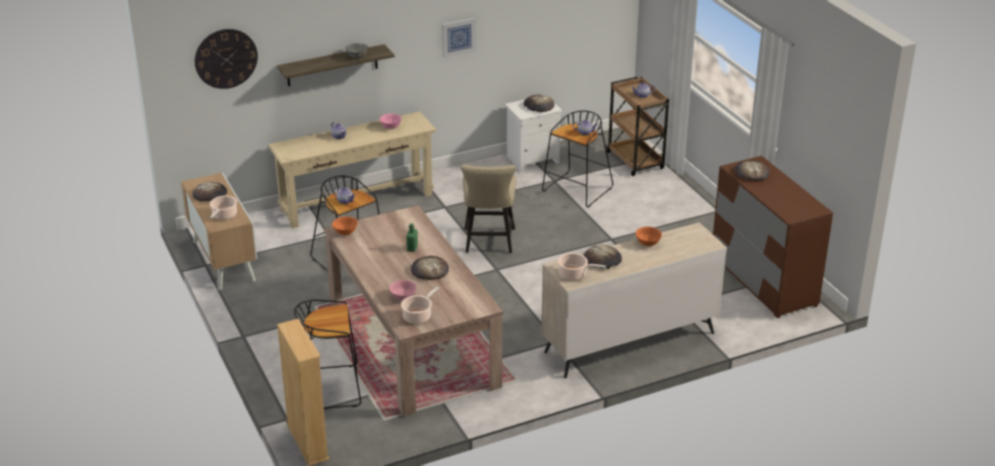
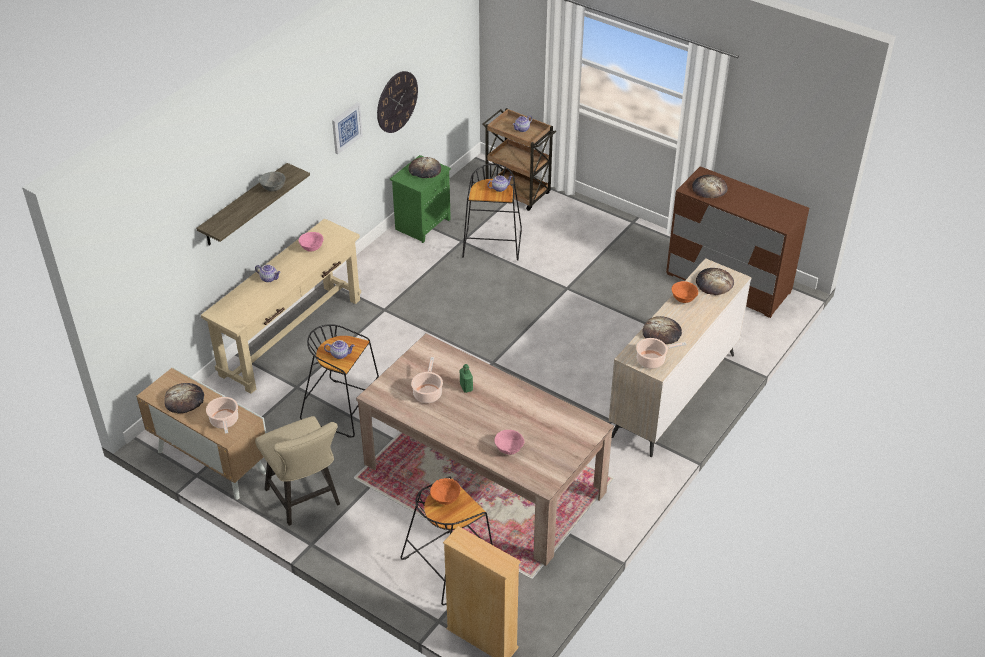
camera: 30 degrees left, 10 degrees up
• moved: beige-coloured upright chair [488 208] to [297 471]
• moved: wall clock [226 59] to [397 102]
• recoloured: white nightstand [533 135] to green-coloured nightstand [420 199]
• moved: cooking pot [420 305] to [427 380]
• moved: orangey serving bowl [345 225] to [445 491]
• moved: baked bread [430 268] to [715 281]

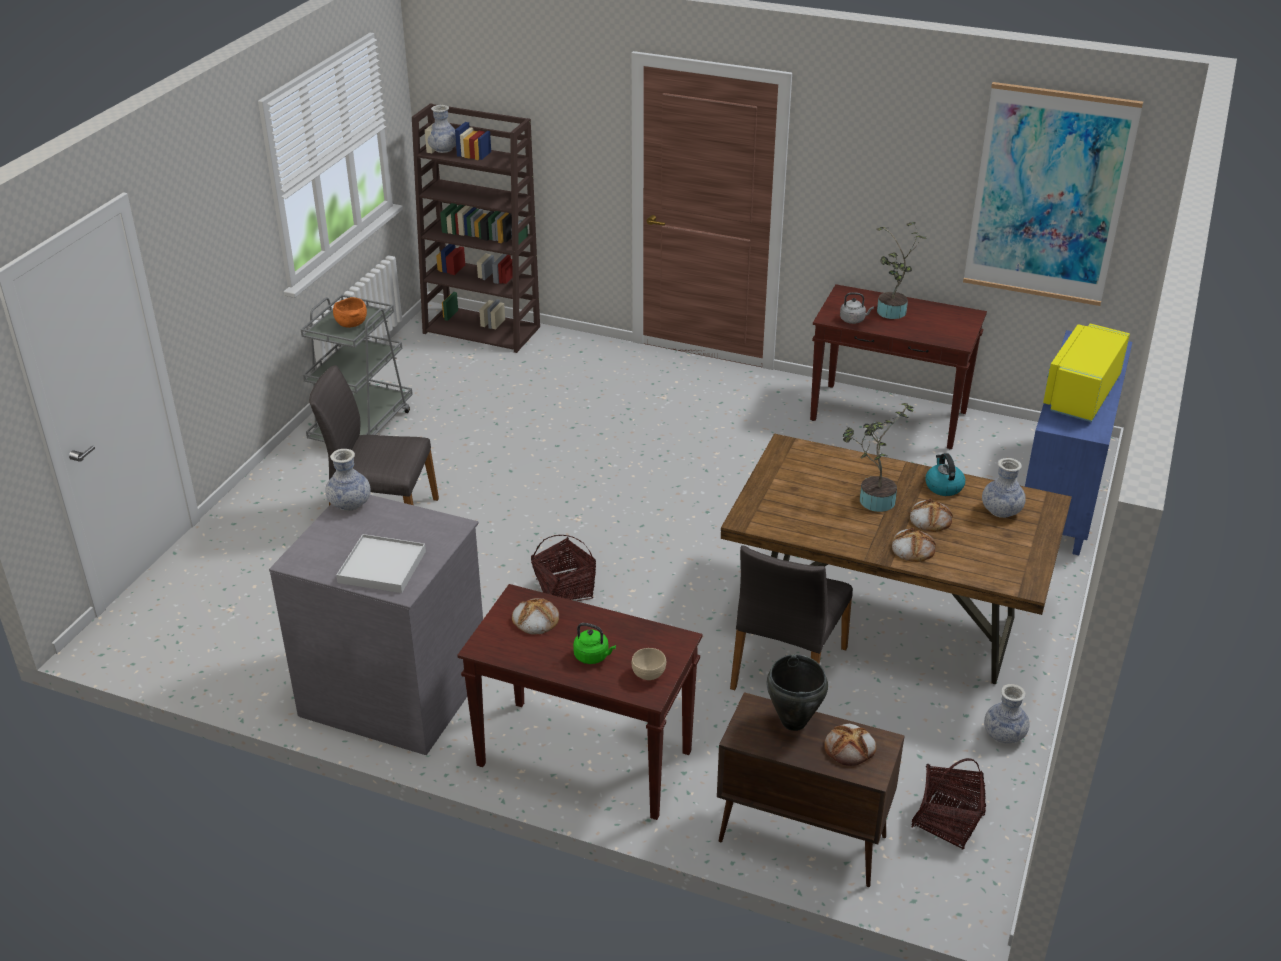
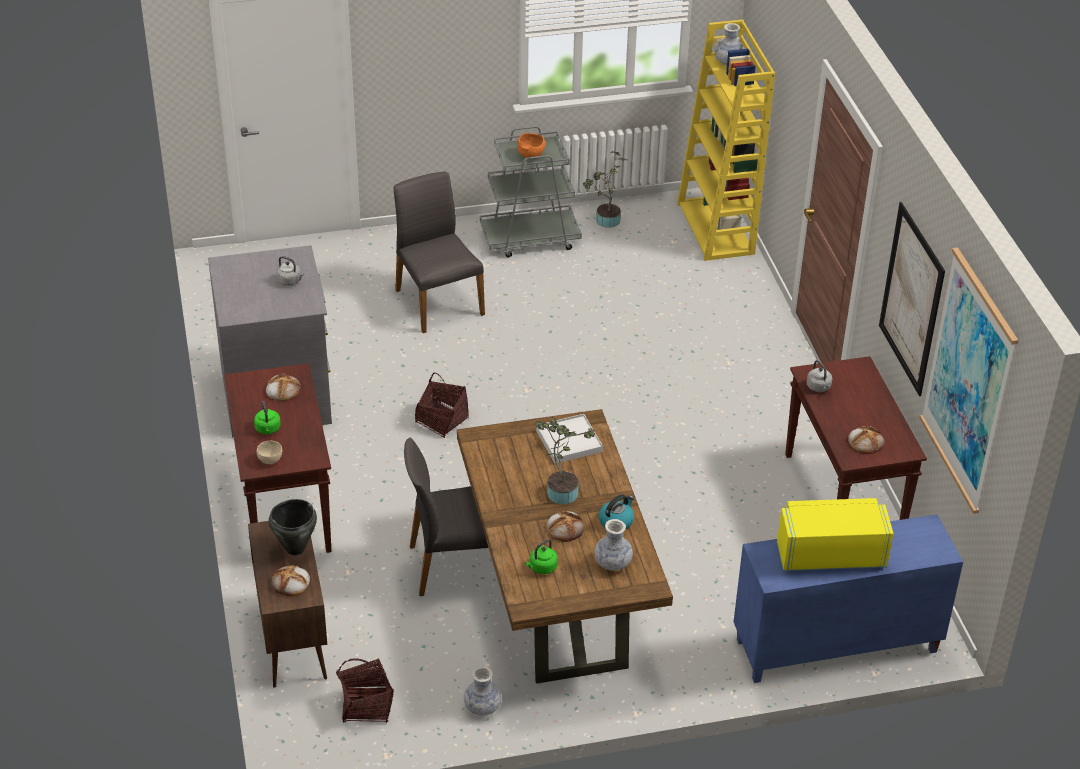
camera: 55 degrees right, 5 degrees up
• added: gray tea kettle [290 271]
• added: green-coloured tea kettle [541 556]
• moved: white serving tray [381 563] to [569 439]
• moved: houseplant [901 270] to [605 189]
• recoloured: brownish bookshelf [476 228] to yellow bookshelf [726 140]
• moved: baked bread [914 544] to [866 440]
• added: wall picture [912 299]
• removed: decorative vase [348 480]

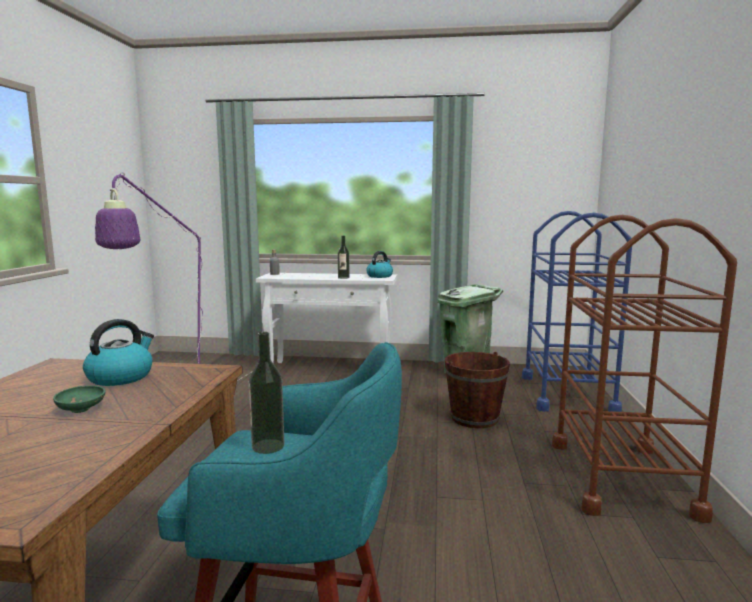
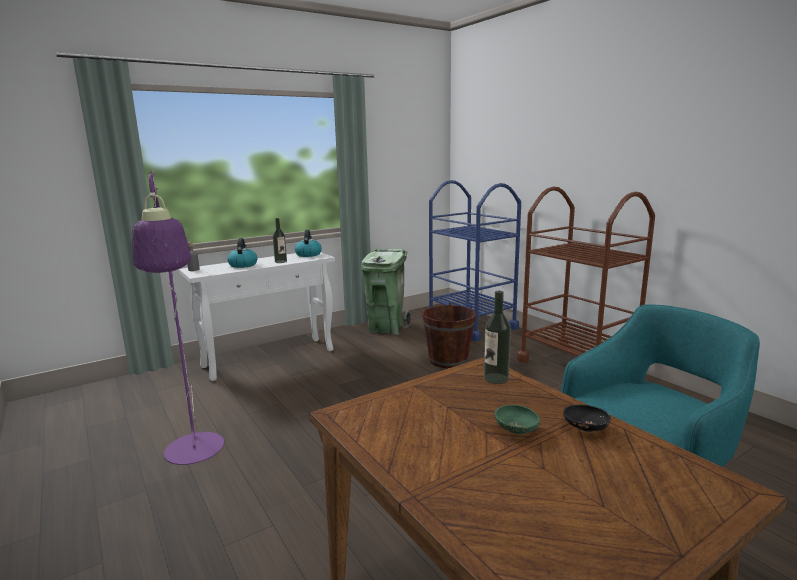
camera: 40 degrees left, 5 degrees up
• moved: tea kettle [118 352] to [242 253]
• moved: beverage bottle [266 393] to [497 337]
• added: black-coloured serving bowl [587 418]

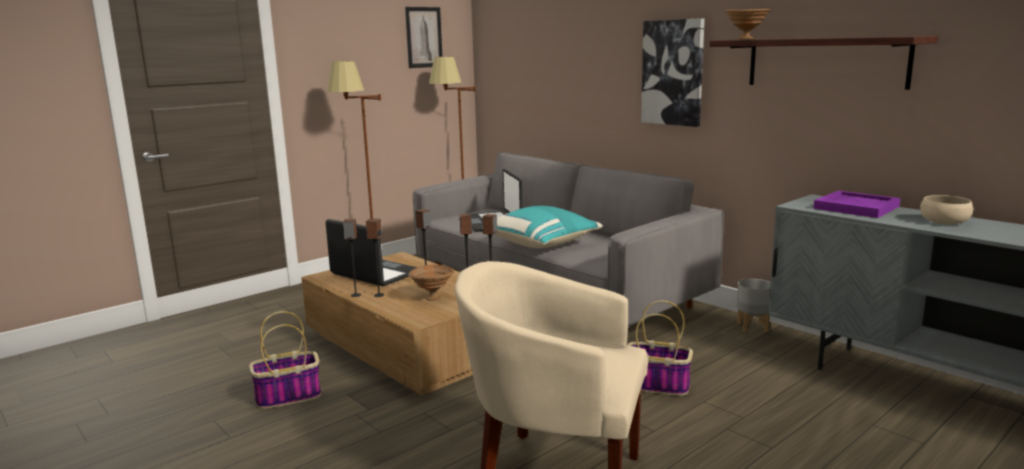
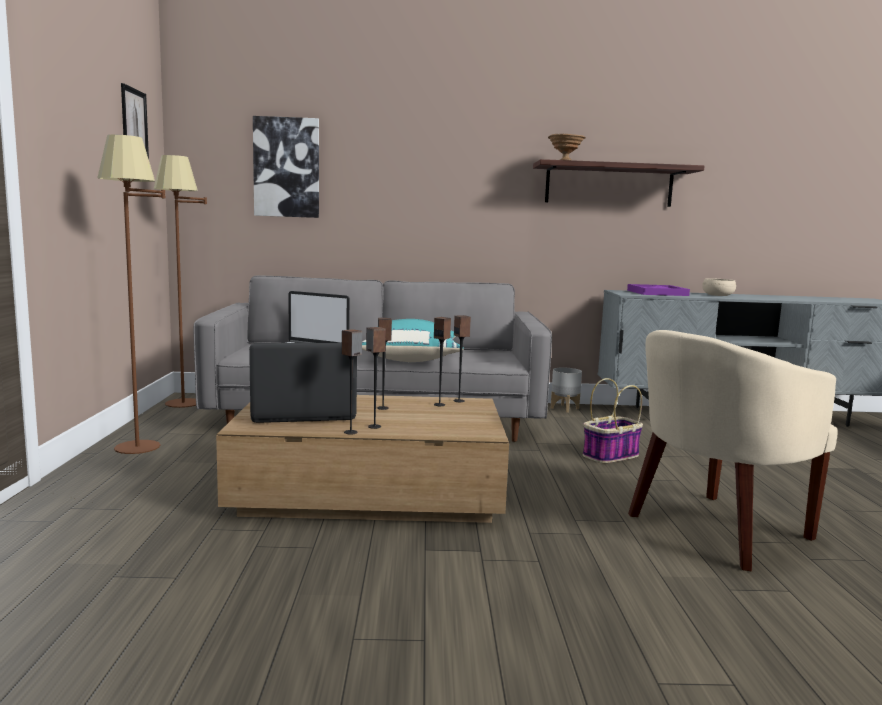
camera: 50 degrees left, 5 degrees down
• moved: wall picture [673 72] to [286 167]
• removed: basket [285 360]
• removed: brownish serving bowl [431 283]

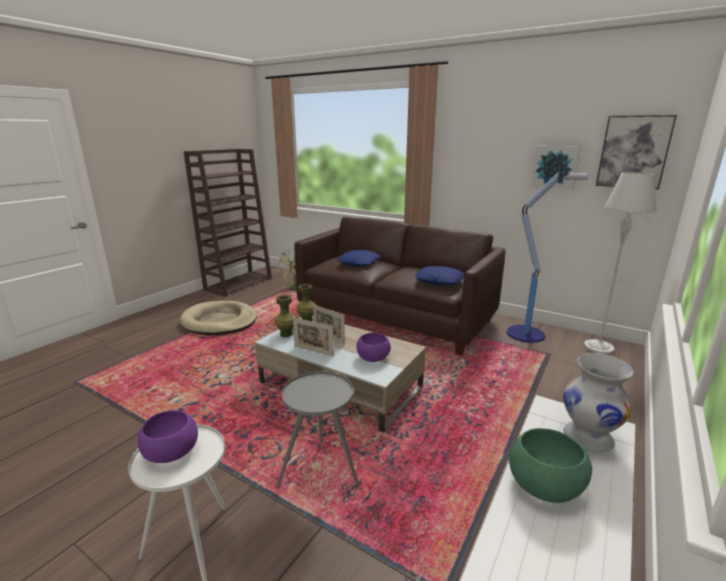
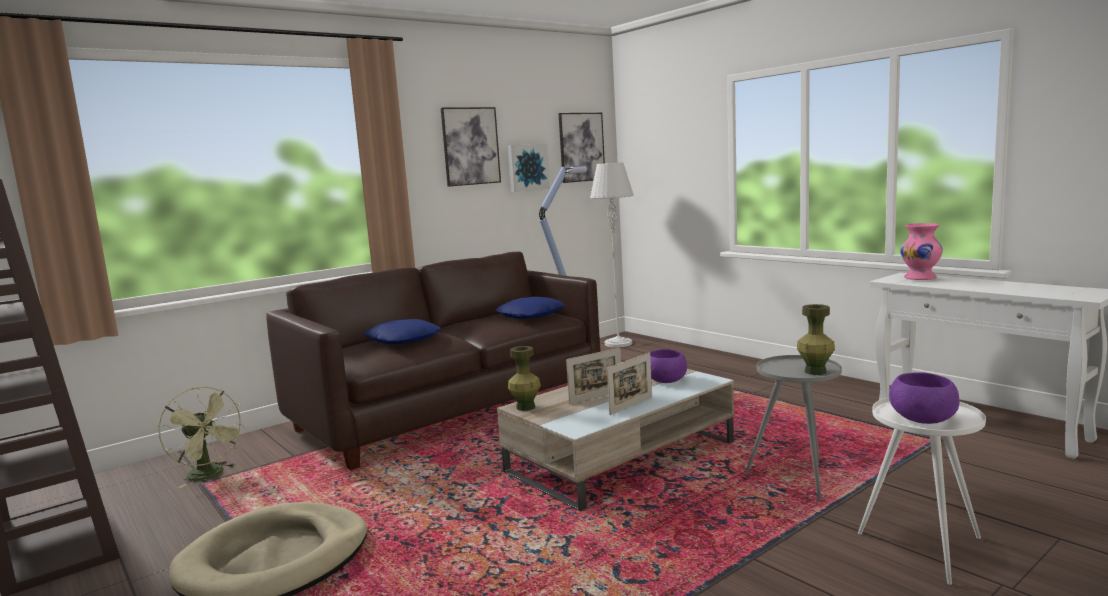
camera: 70 degrees left, 10 degrees down
• added: wall picture [471 147]
• moved: green-coloured decorative vase [285 316] to [816 339]
• recoloured: white decorative vase [598 403] to pink decorative vase [921 251]
• removed: green-coloured serving bowl [550 465]

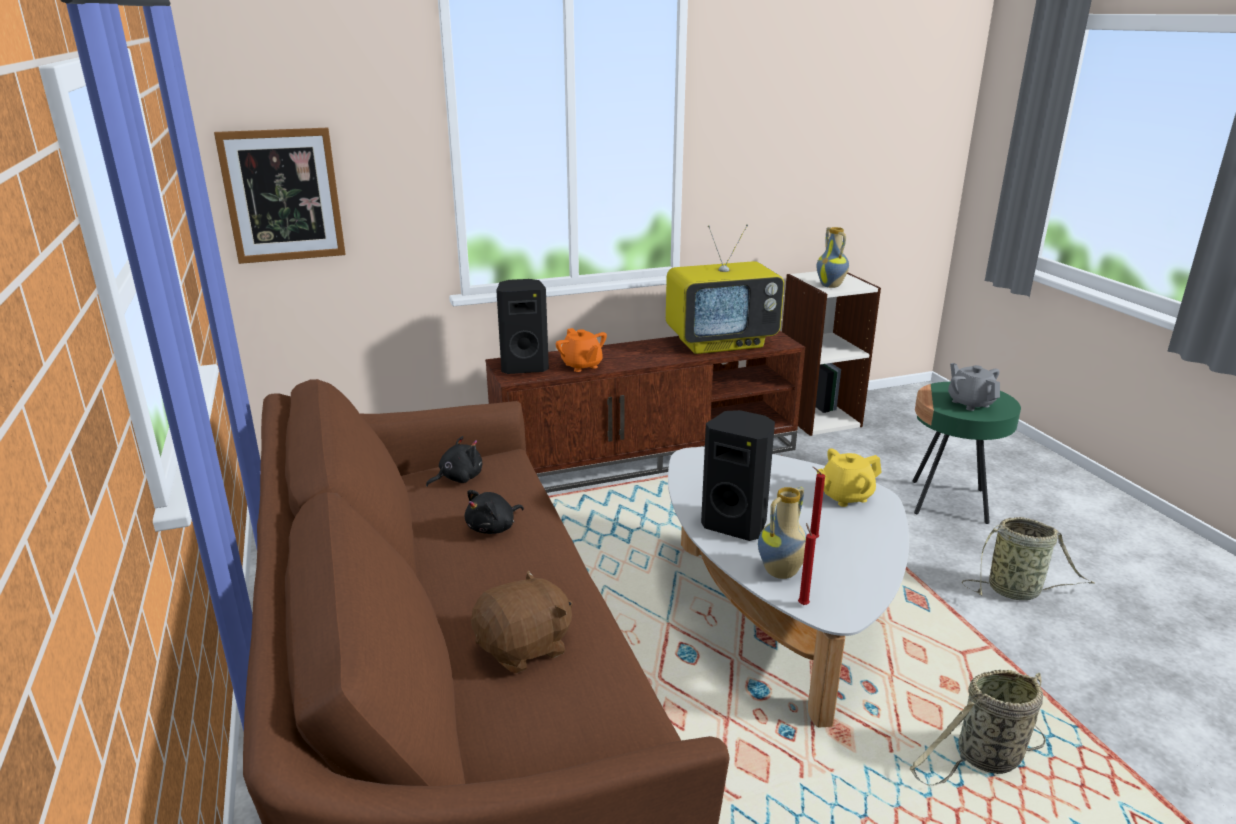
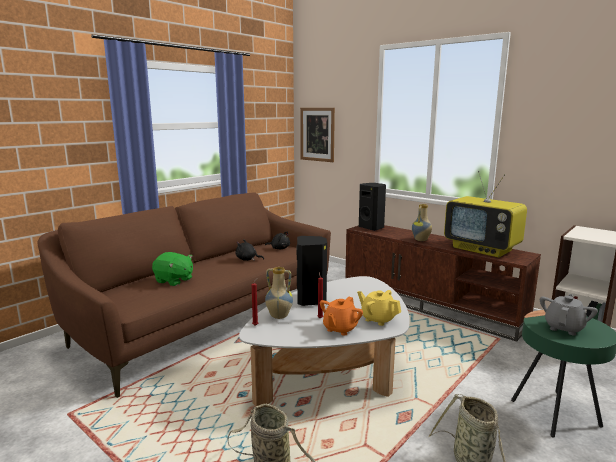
camera: 60 degrees right, 10 degrees down
• recoloured: brownish cuddly toy [522 622] to green-coloured cuddly toy [172 269]
• moved: orangey tea pot [581 350] to [341 316]
• moved: decorative vase [832 257] to [422 222]

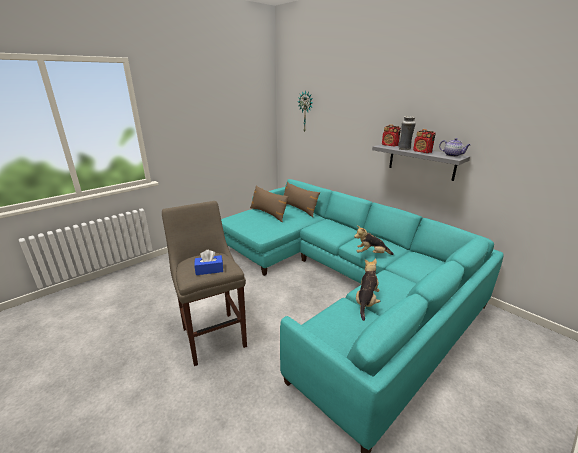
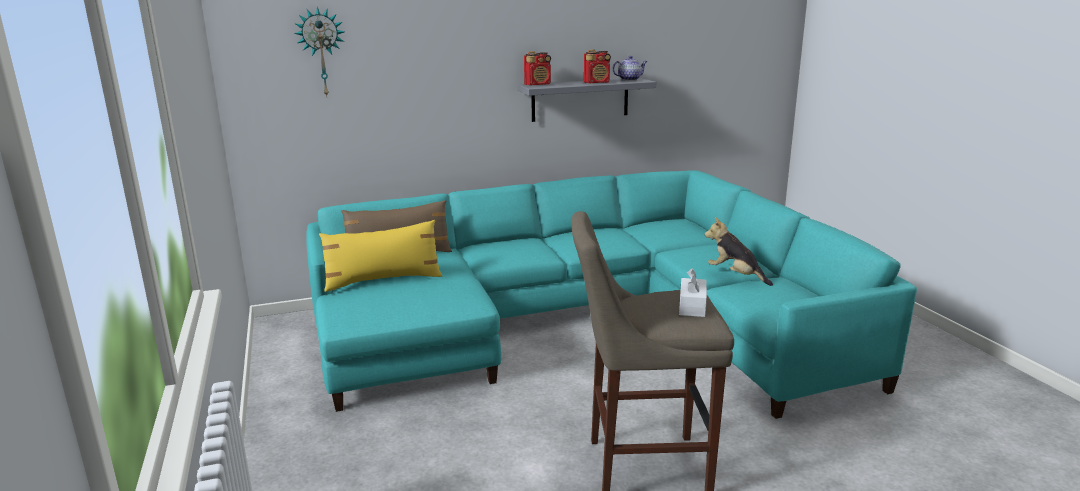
camera: 65 degrees left, 5 degrees down
• recoloured: brownish pillow [269 203] to yellow pillow [380 256]
• recoloured: blue box of tissues [208 262] to white box of tissues [693 292]
• removed: cuddly toy [374 240]
• removed: decorative vase [407 133]

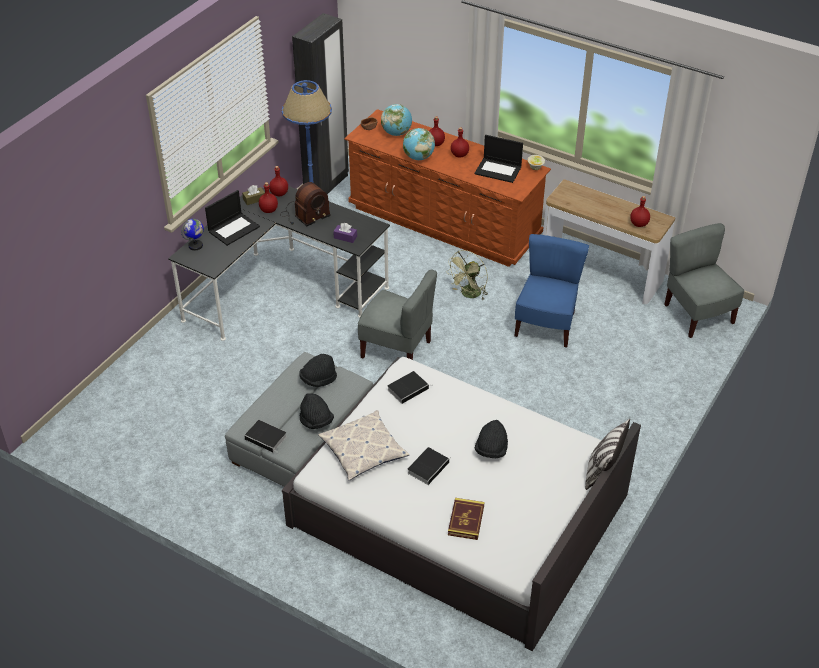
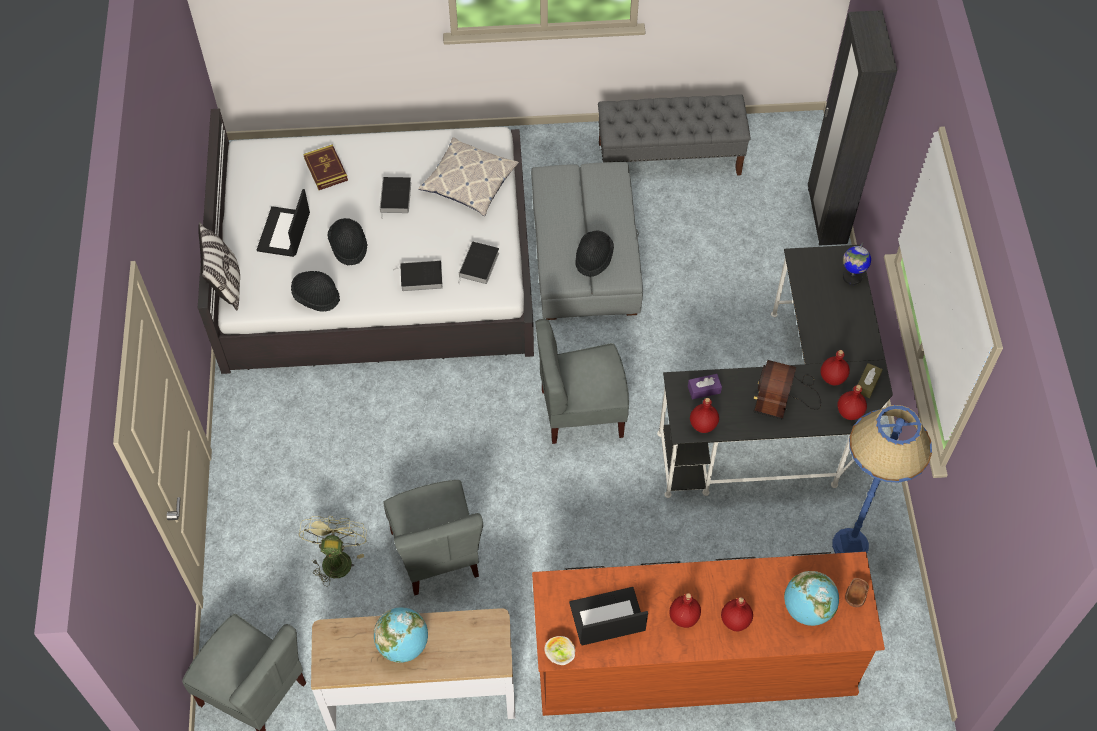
camera: 145 degrees right, 15 degrees up
• moved: portable computer [232 218] to [283 223]
• moved: black-coloured wearable hat [317 411] to [315 291]
• moved: green-coloured electric fan [468 275] to [333 551]
• moved: globe [419 144] to [401 635]
• recoloured: blue upright chair [551 290] to gray upright chair [433 538]
• moved: volume [265 437] to [418 275]
• added: gray long seat [674 134]
• moved: red-coloured beverage bottle [640 211] to [704 415]
• moved: black-coloured wardrobe [320 103] to [852 128]

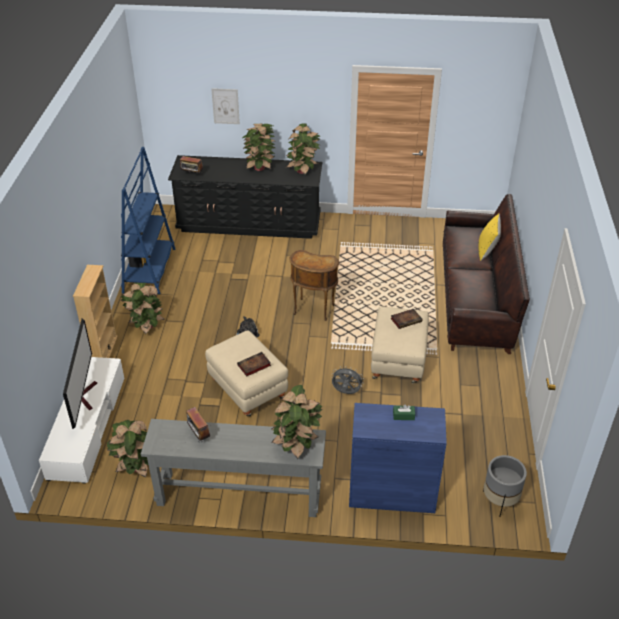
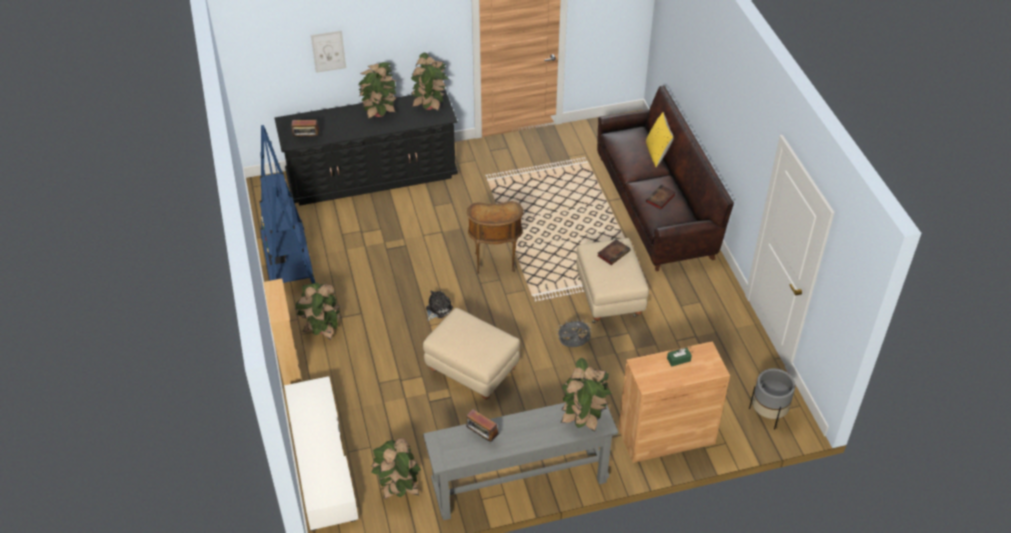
camera: 20 degrees left, 5 degrees up
• recoloured: blue storage cabinet [398 458] to brownish storage cabinet [674 402]
• moved: volume [254 364] to [661 197]
• removed: TV set [80 374]

